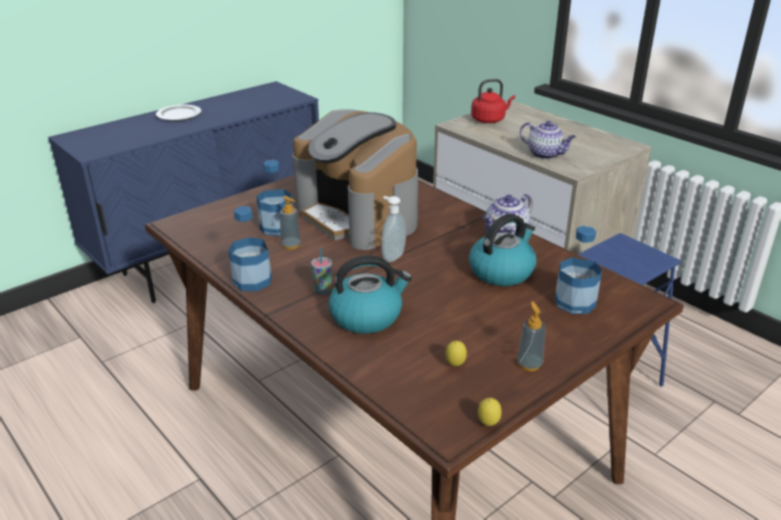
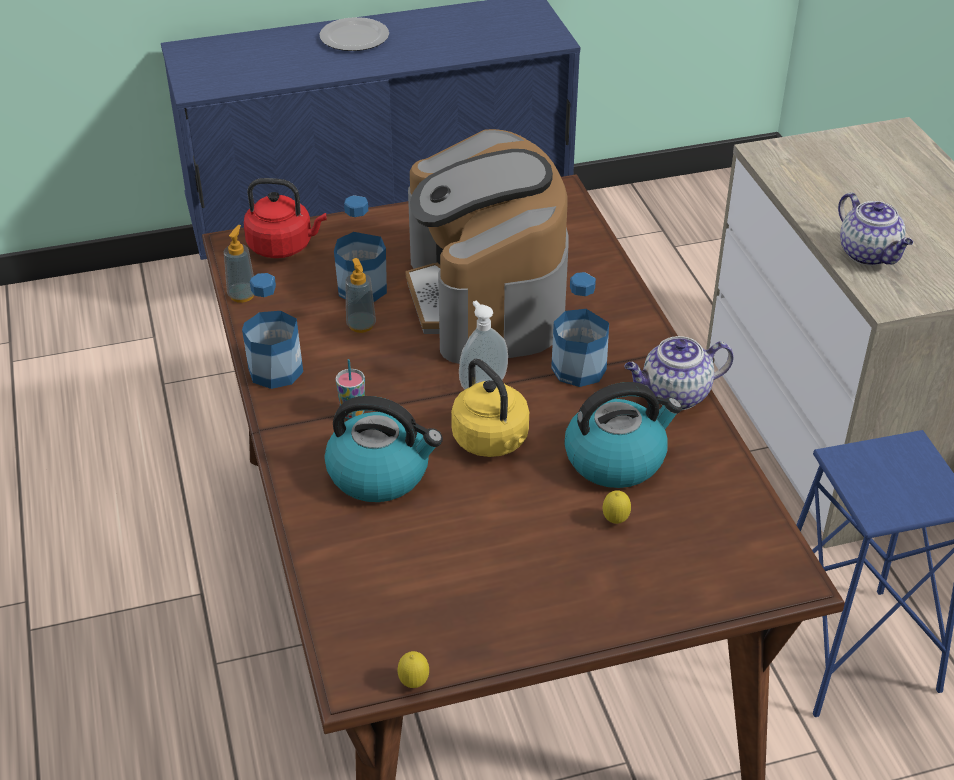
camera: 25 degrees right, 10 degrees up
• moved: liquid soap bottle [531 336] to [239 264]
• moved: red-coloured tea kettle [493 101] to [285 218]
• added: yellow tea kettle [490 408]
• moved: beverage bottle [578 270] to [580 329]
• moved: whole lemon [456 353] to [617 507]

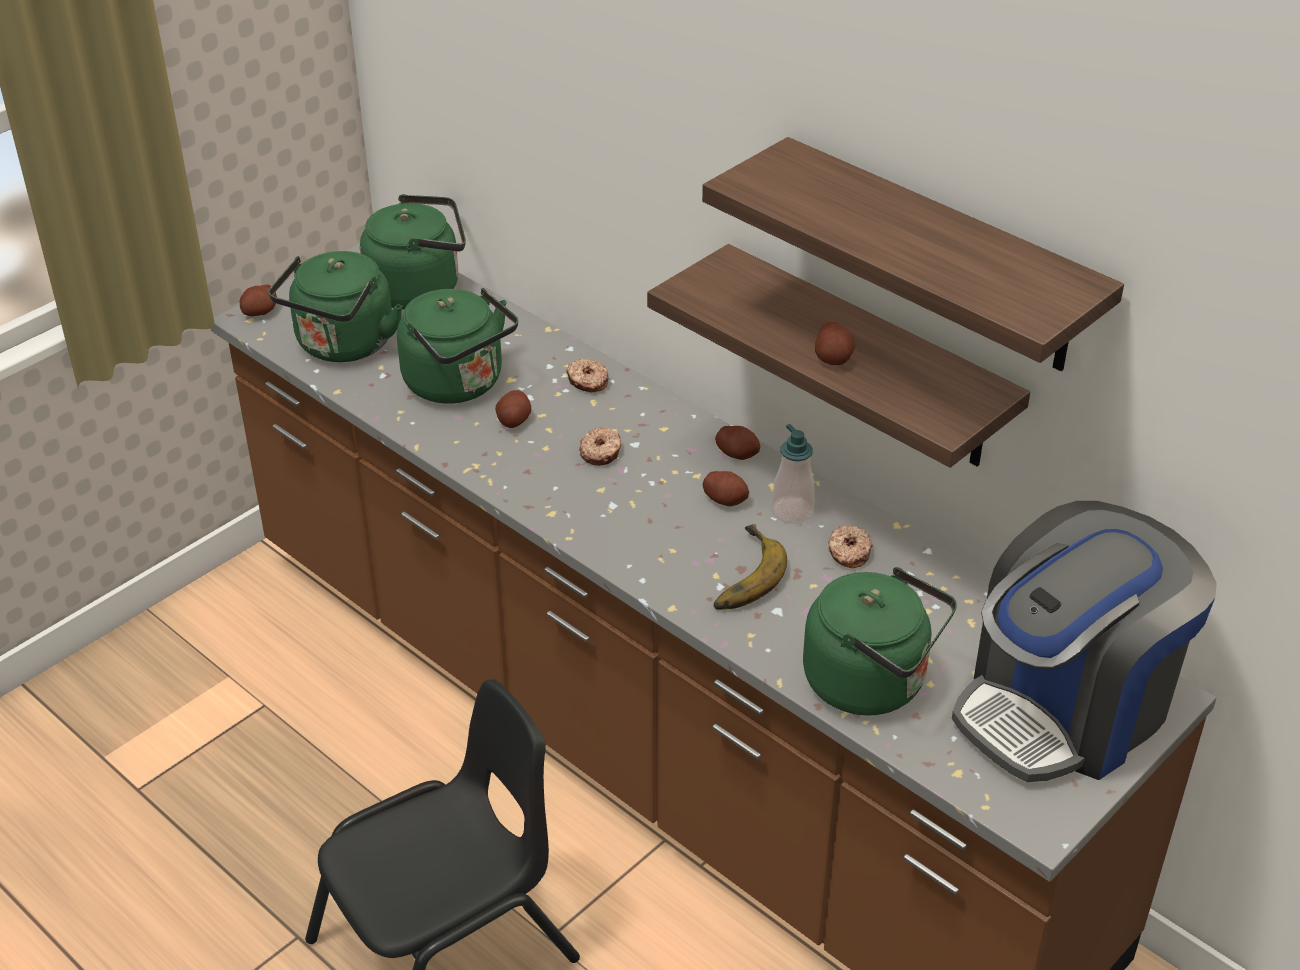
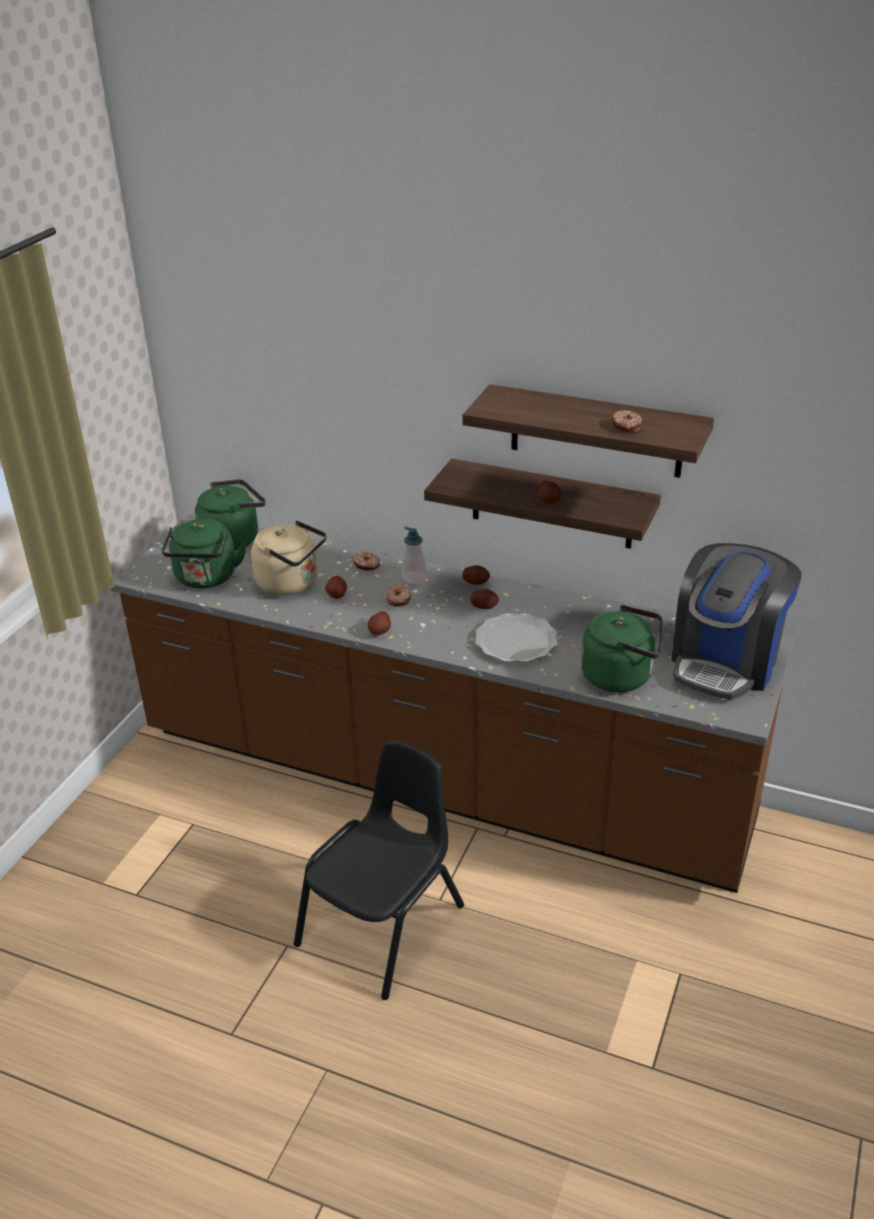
camera: 20 degrees left, 5 degrees down
• recoloured: green-coloured tea kettle [457 346] to beige-coloured tea kettle [288 557]
• moved: whole potato [258 300] to [379 623]
• moved: liquid soap bottle [793 474] to [414 555]
• replaced: whole banana [750 567] to plate [516 637]
• moved: ring doughnut [850 546] to [627 421]

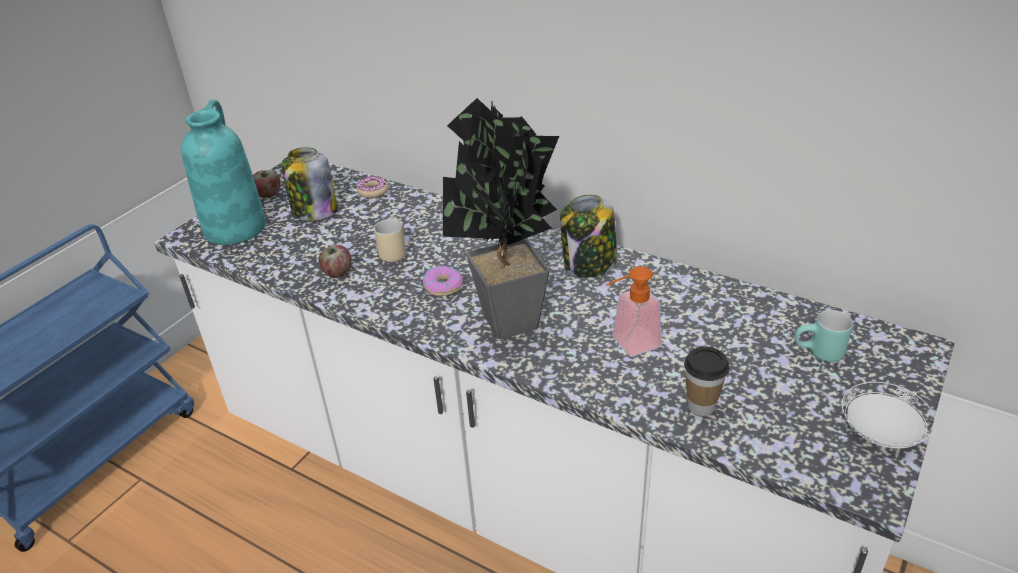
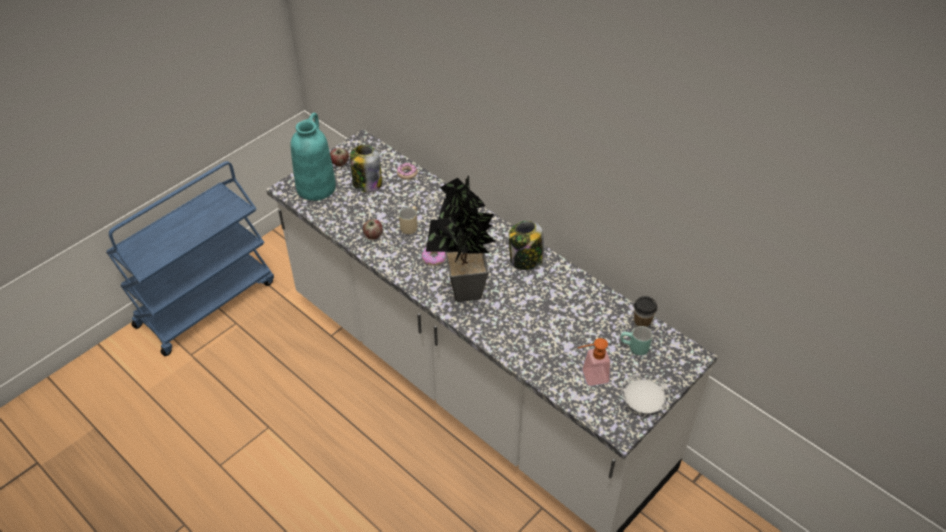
camera: 10 degrees right, 10 degrees up
• moved: liquid soap bottle [634 311] to [594 362]
• moved: small cup [706 381] to [645 312]

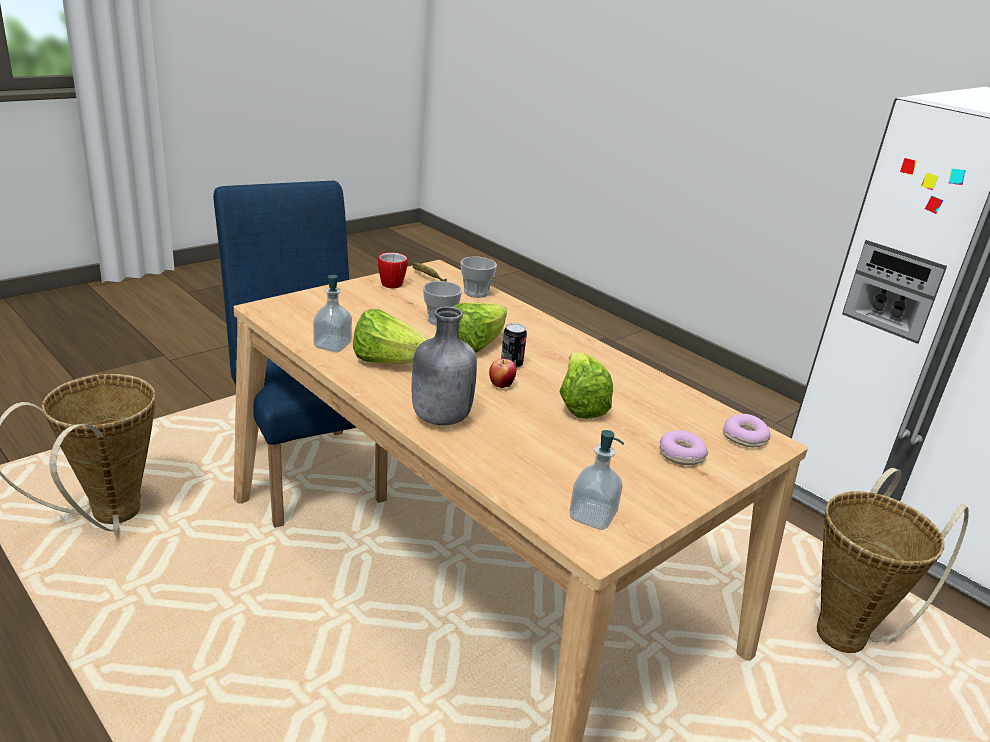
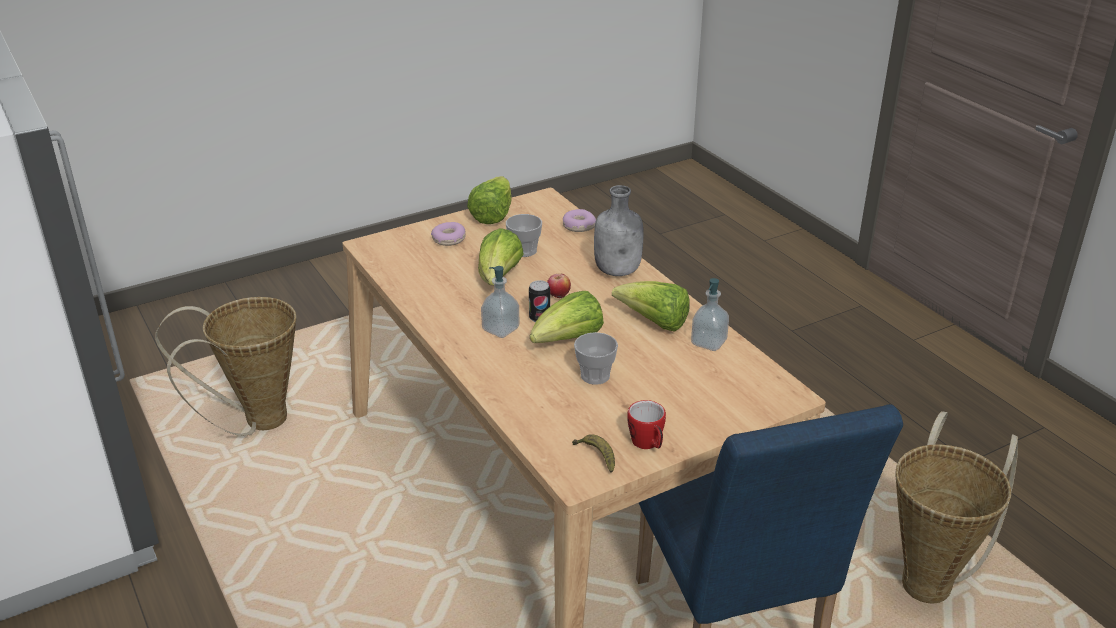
camera: 165 degrees left, 5 degrees up
• added: head of lettuce [489 200]
• moved: liquid soap bottle [597 480] to [500 302]
• moved: small cup [478 277] to [524 235]
• moved: ring doughnut [747 430] to [579 220]

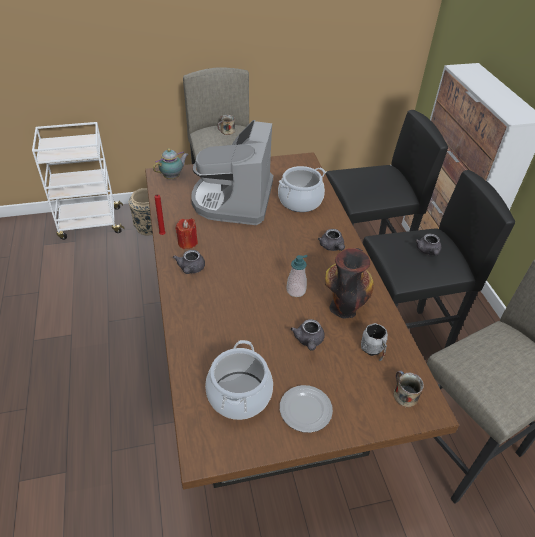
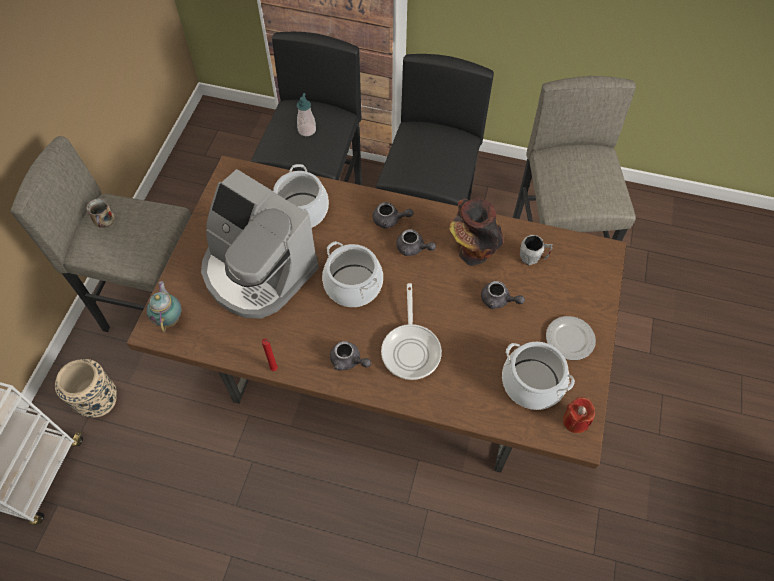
camera: 60 degrees left, 15 degrees up
• moved: liquid soap bottle [297 276] to [306 114]
• added: cooking pot [352 274]
• added: skillet [411 331]
• moved: gray tea pot [428 245] to [416 242]
• moved: red-coloured wax light [187 233] to [579 415]
• removed: tea mug [408 388]

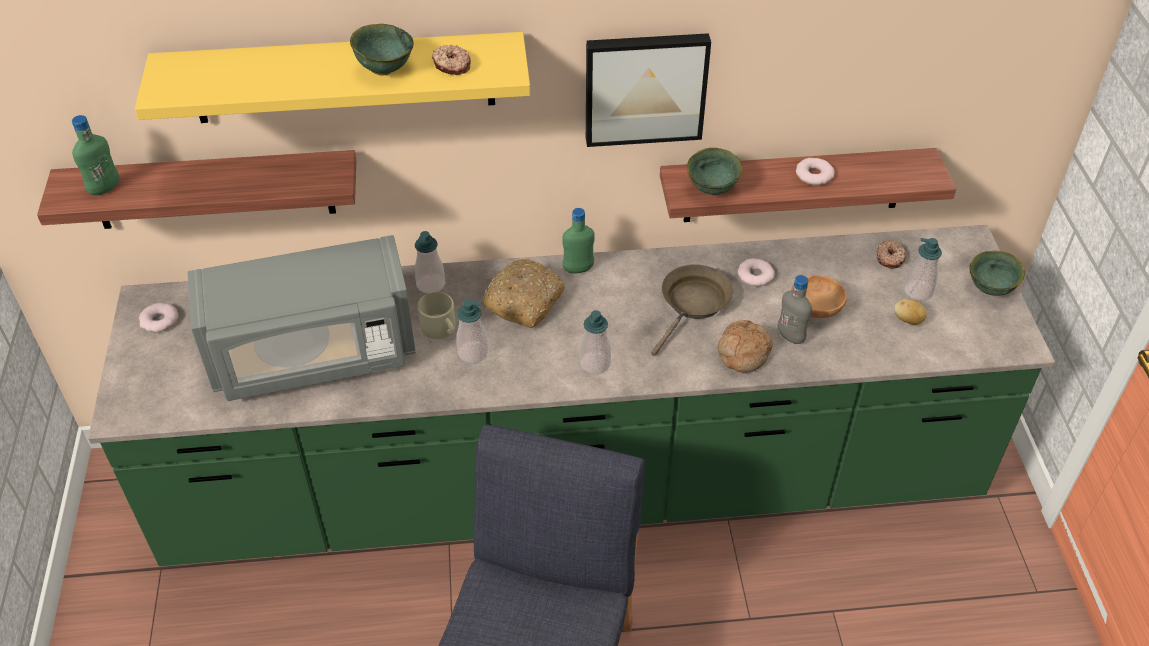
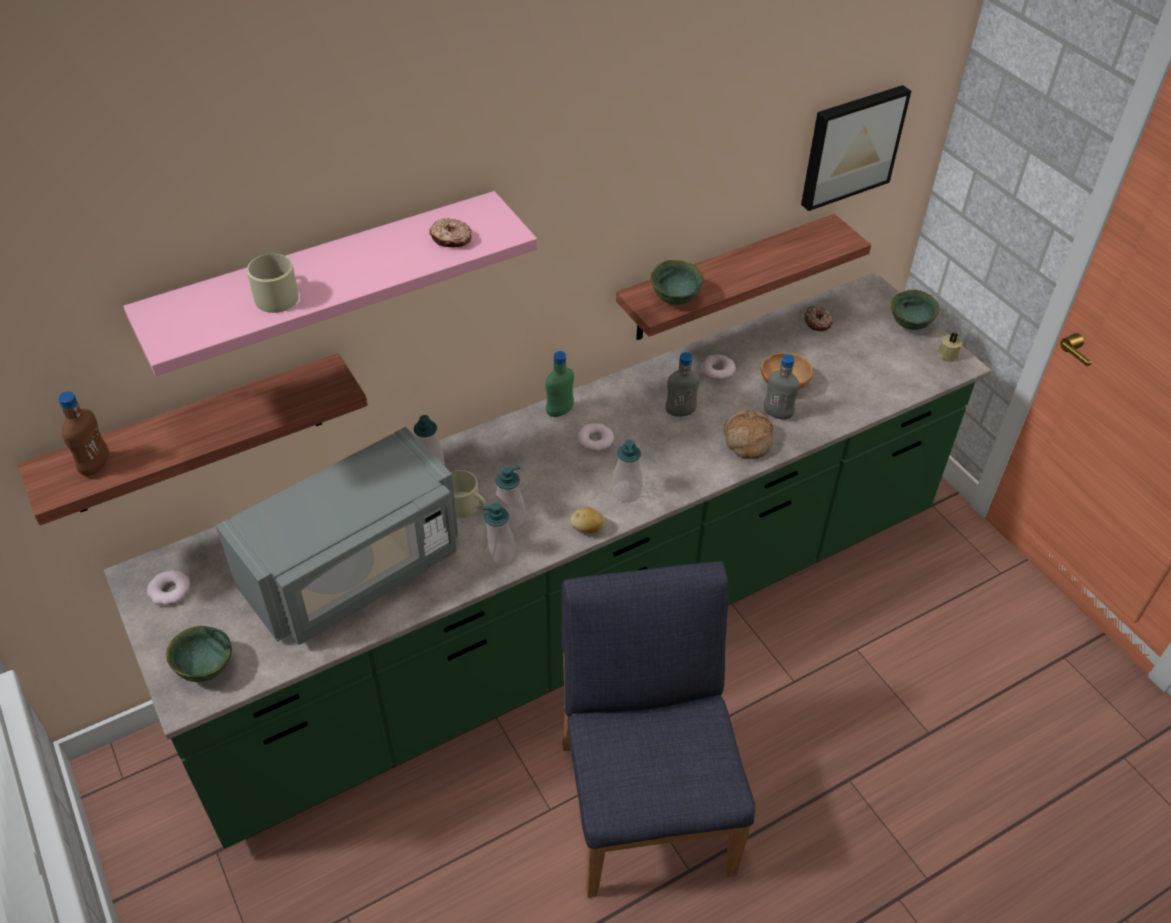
camera: 25 degrees left, 0 degrees up
• recoloured: green-coloured beverage bottle [96 155] to brownish beverage bottle [83 433]
• recoloured: yellow shelf [332 77] to pink shelf [330 283]
• moved: green-coloured serving bowl [382 49] to [199 654]
• added: beige-coloured tea mug [273 283]
• moved: liquid soap bottle [923 269] to [498 534]
• moved: whole potato [910 312] to [587 520]
• moved: ring doughnut [815 171] to [595 437]
• replaced: brownish skillet [692 310] to gray beverage bottle [682 384]
• moved: wall picture [648 90] to [856 148]
• added: beige-coloured wax light [949 347]
• removed: baked bread [523 293]

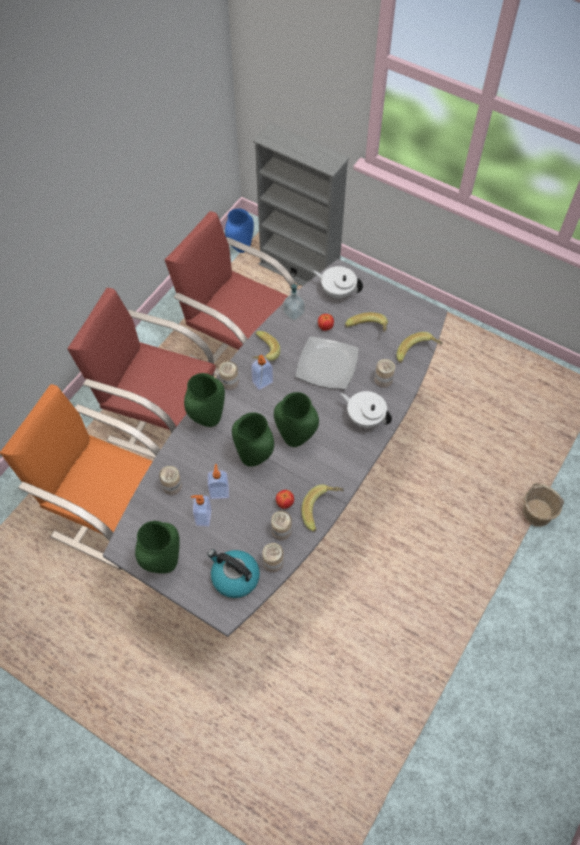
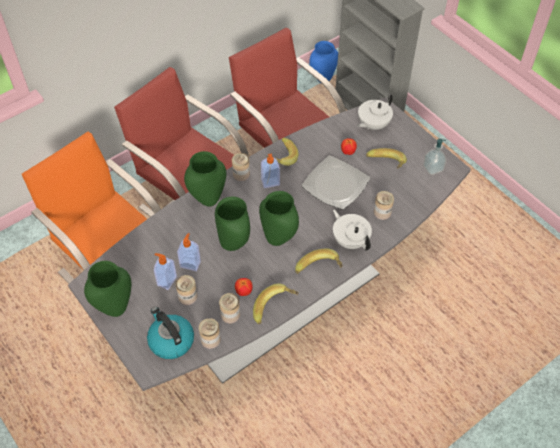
camera: 20 degrees right, 5 degrees down
• moved: sealed can [170 480] to [186 290]
• moved: whole banana [419 347] to [319 261]
• turned: white tea pot [338 282] = [375 111] 90 degrees counterclockwise
• moved: liquid soap bottle [294 302] to [434 157]
• removed: basket [543 505]

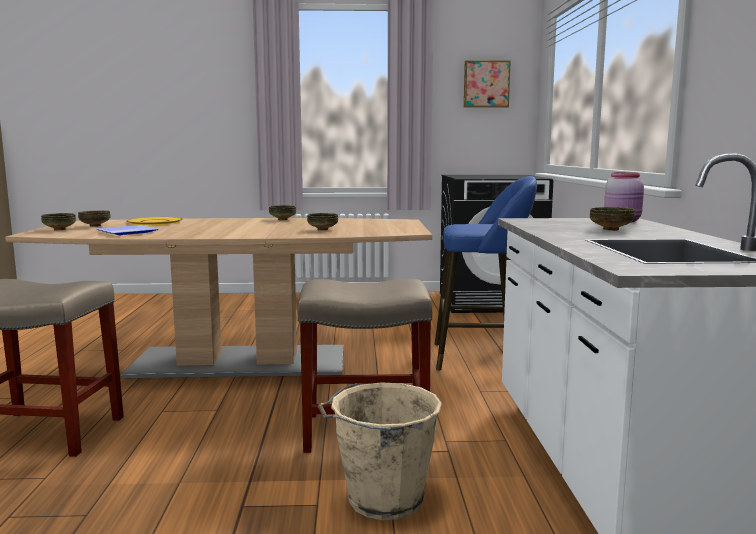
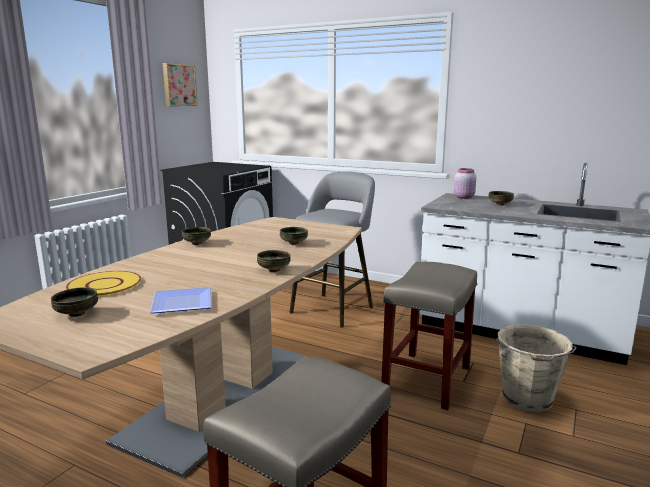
camera: 60 degrees left, 5 degrees up
• moved: serving bowl [58 221] to [274 261]
• recoloured: blue sitting stool [486 273] to gray sitting stool [332 249]

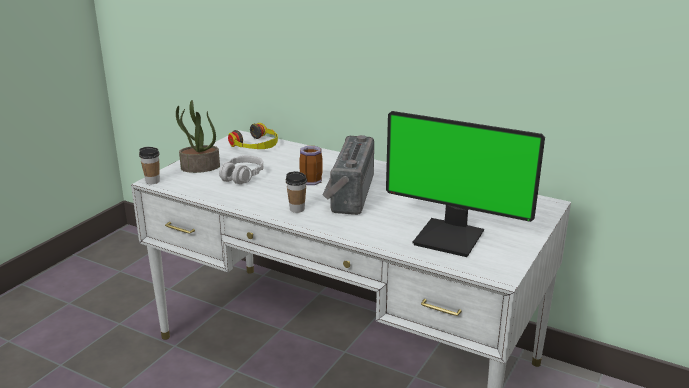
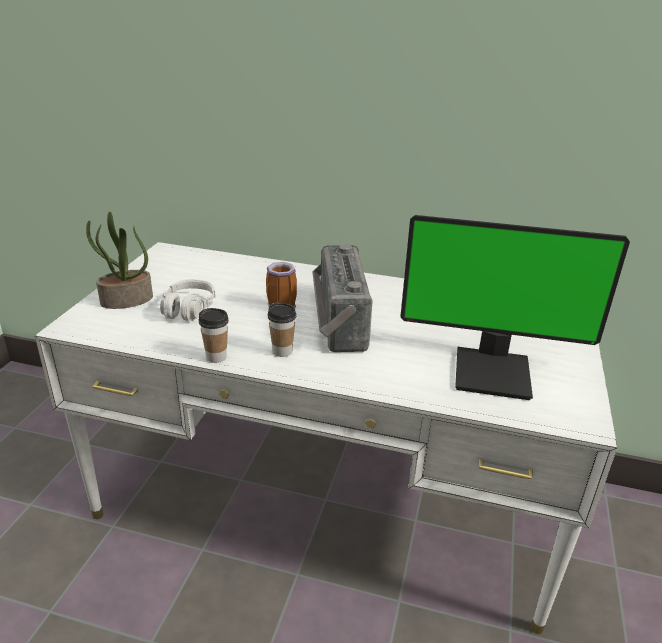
camera: 15 degrees left, 5 degrees up
• moved: small cup [149 165] to [214 335]
• removed: headset [253 136]

